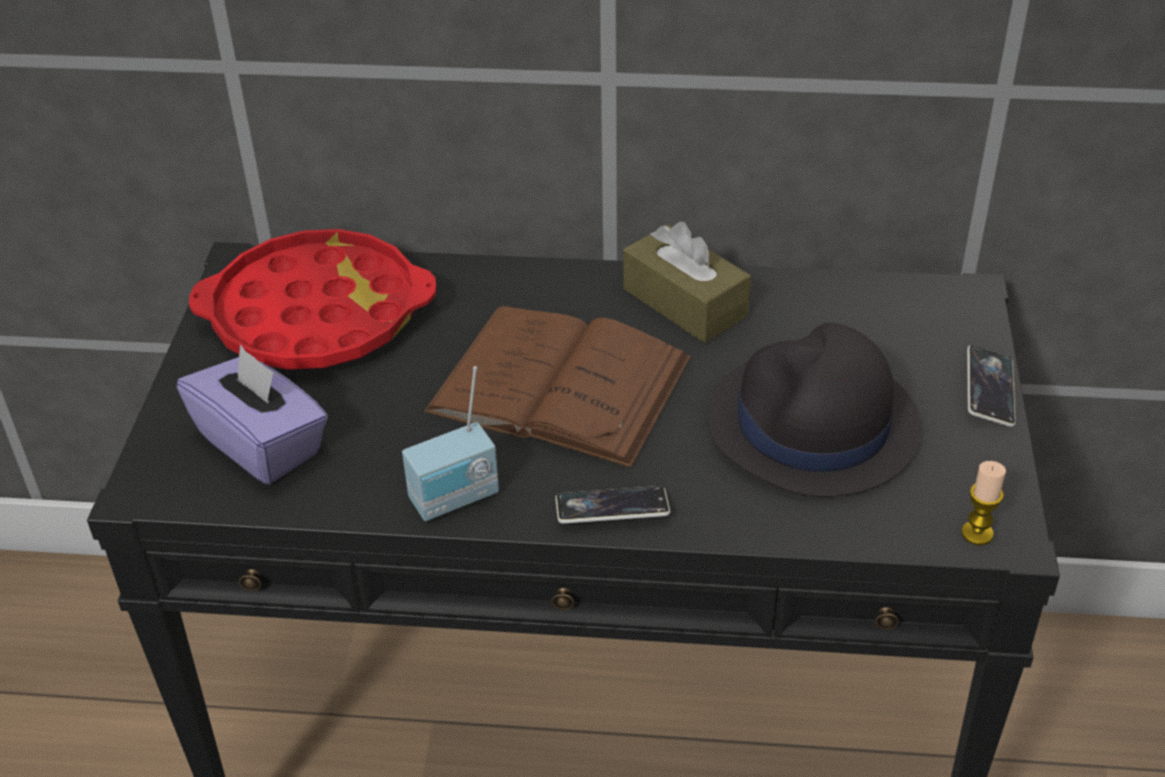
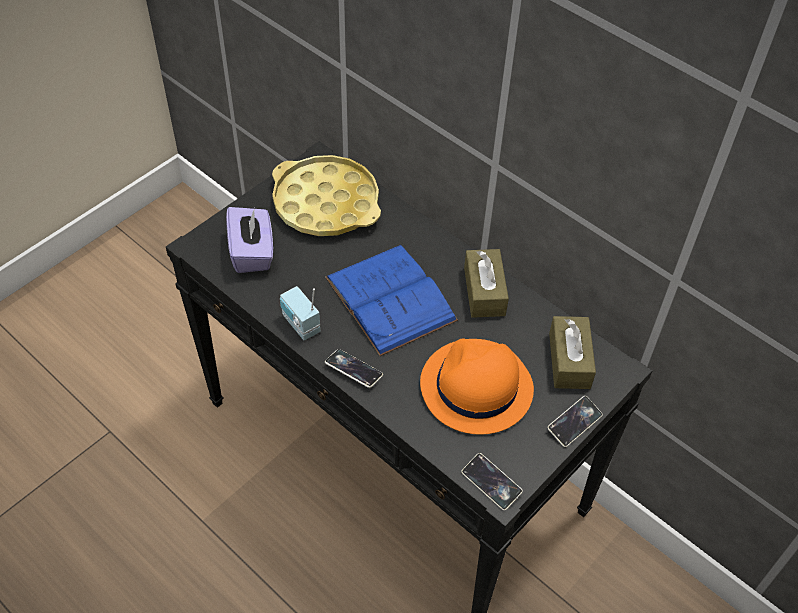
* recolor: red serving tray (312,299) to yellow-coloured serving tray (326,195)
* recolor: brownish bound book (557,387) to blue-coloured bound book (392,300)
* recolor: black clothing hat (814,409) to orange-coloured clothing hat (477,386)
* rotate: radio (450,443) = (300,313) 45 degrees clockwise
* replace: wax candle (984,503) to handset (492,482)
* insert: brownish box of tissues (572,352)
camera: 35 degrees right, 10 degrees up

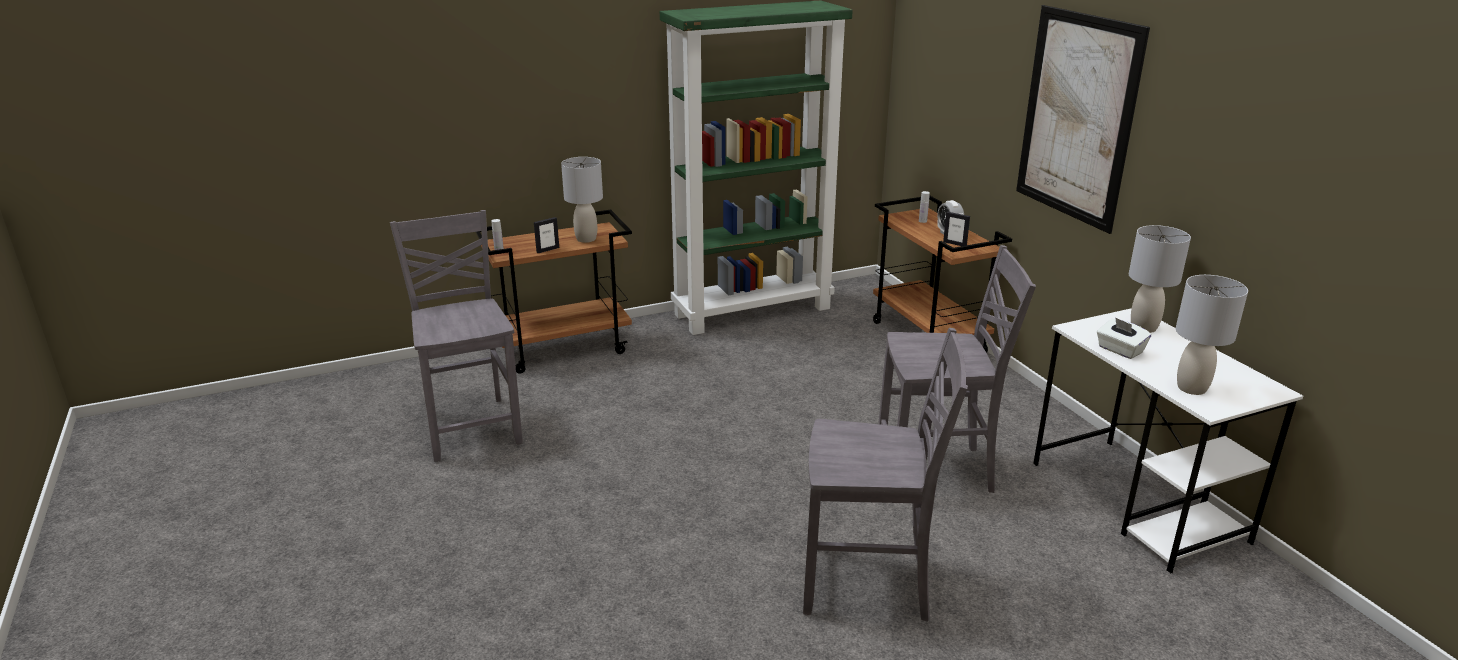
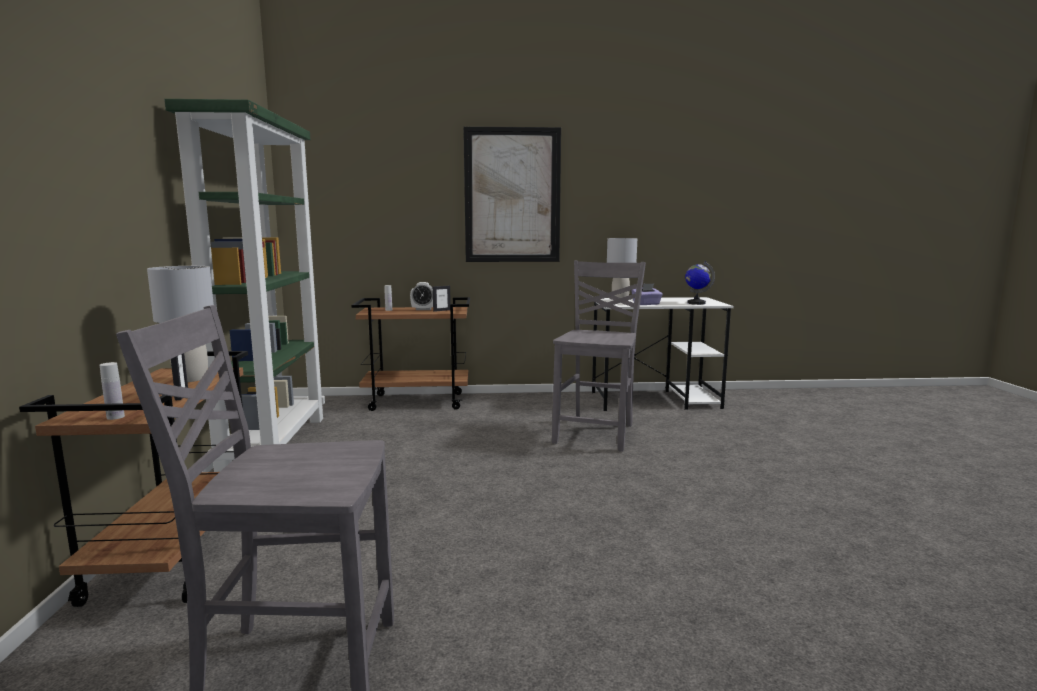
* replace: greyish tabletop lamp (1212,335) to world globe (700,283)
* recolor: white box of tissues (1124,338) to purple-coloured box of tissues (647,294)
* delete: greyish plain chair (885,474)
camera: 70 degrees left, 15 degrees down

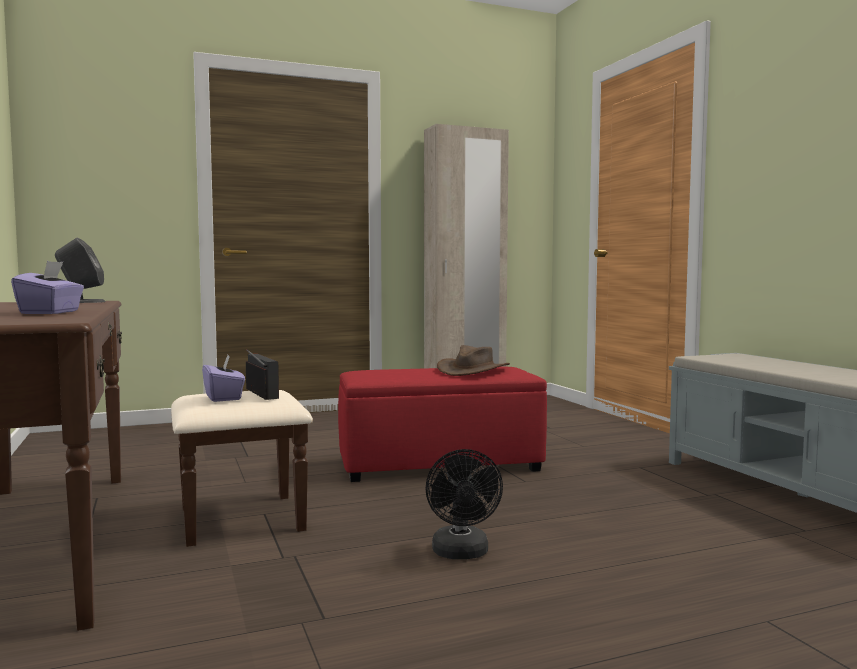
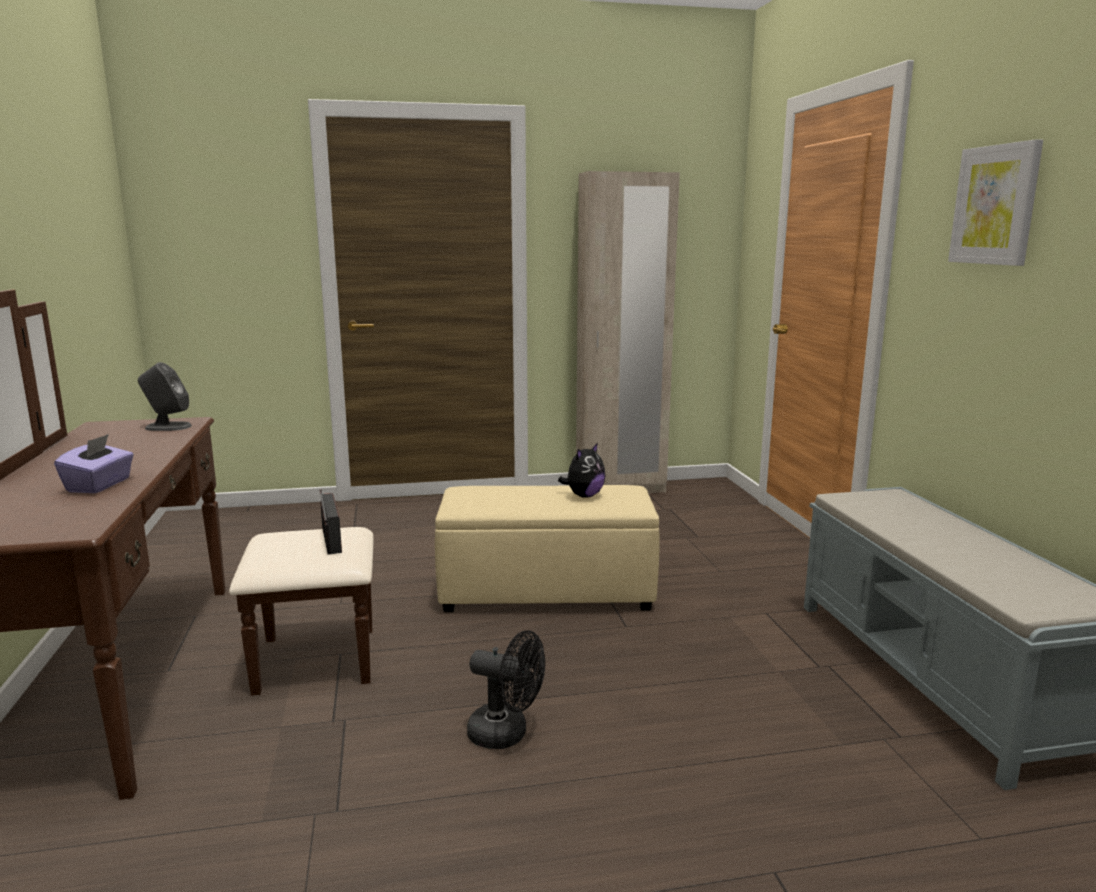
* replace: brownish clothing hat (473,360) to plush toy (581,470)
* delete: purple-coloured box of tissues (223,378)
* recolor: red pouffe (442,424) to sand-coloured pouffe (547,548)
* rotate: black fan (464,504) = (506,690) 75 degrees counterclockwise
* insert: wall picture (995,202)
camera: 10 degrees right, 10 degrees up

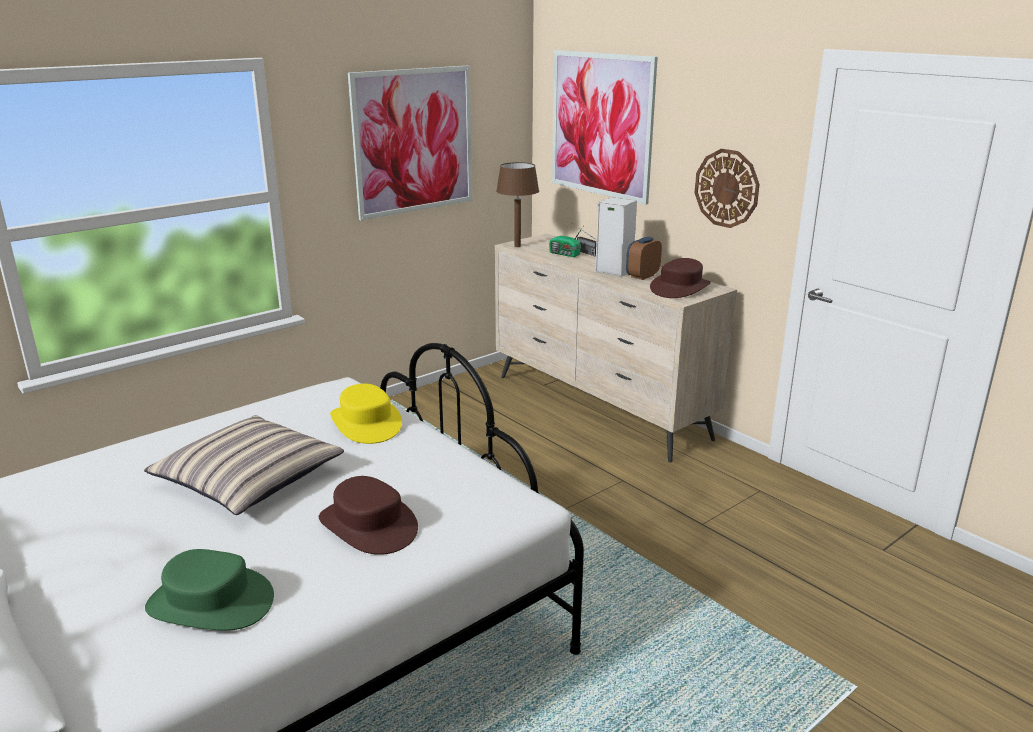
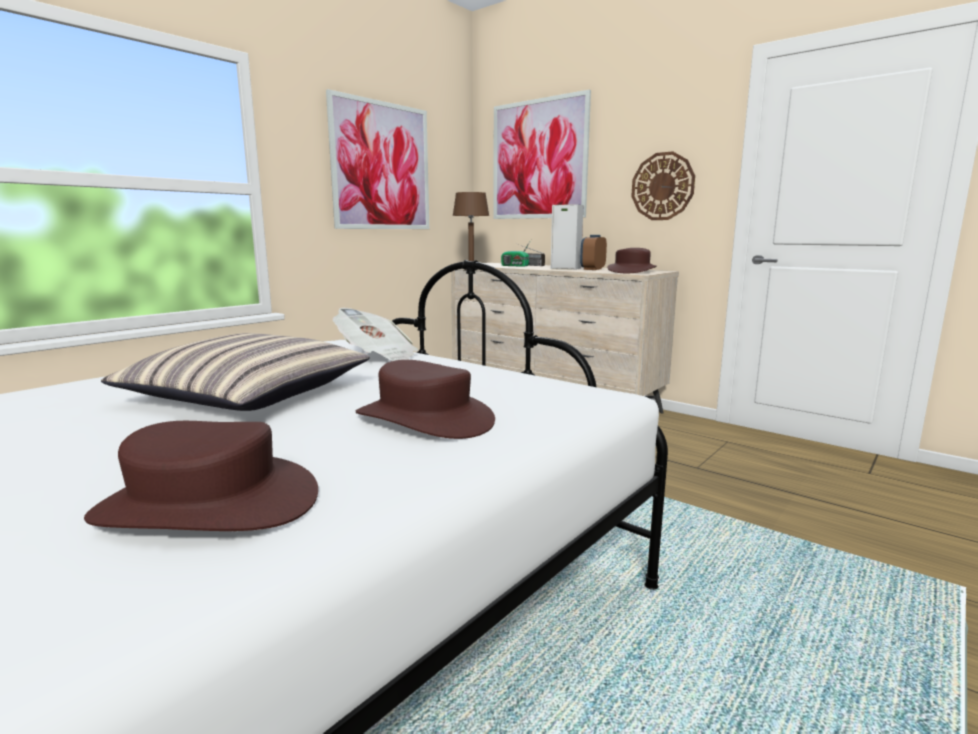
* replace: yellow-coloured clothing hat (366,414) to newspaper (375,334)
* recolor: green clothing hat (209,590) to brownish clothing hat (201,476)
camera: 10 degrees left, 10 degrees down

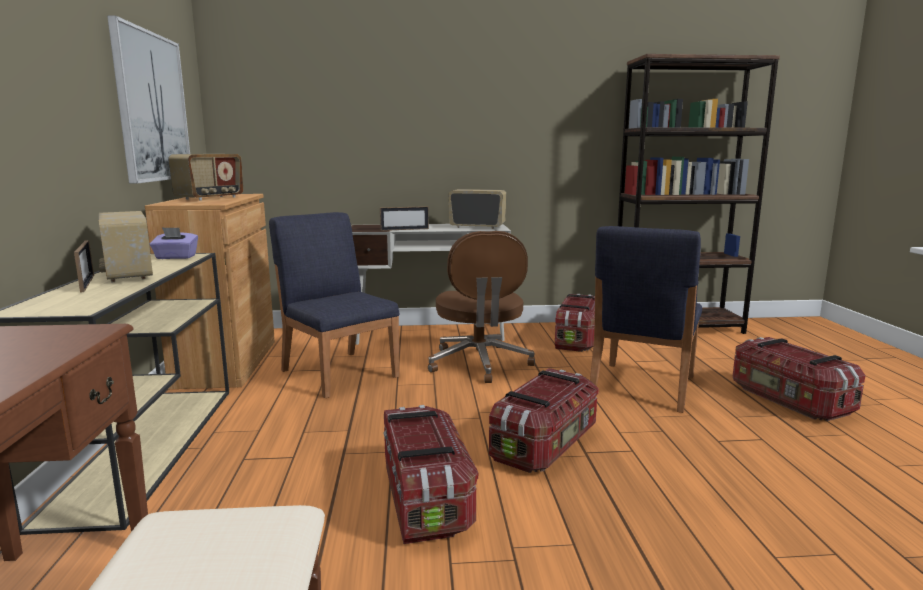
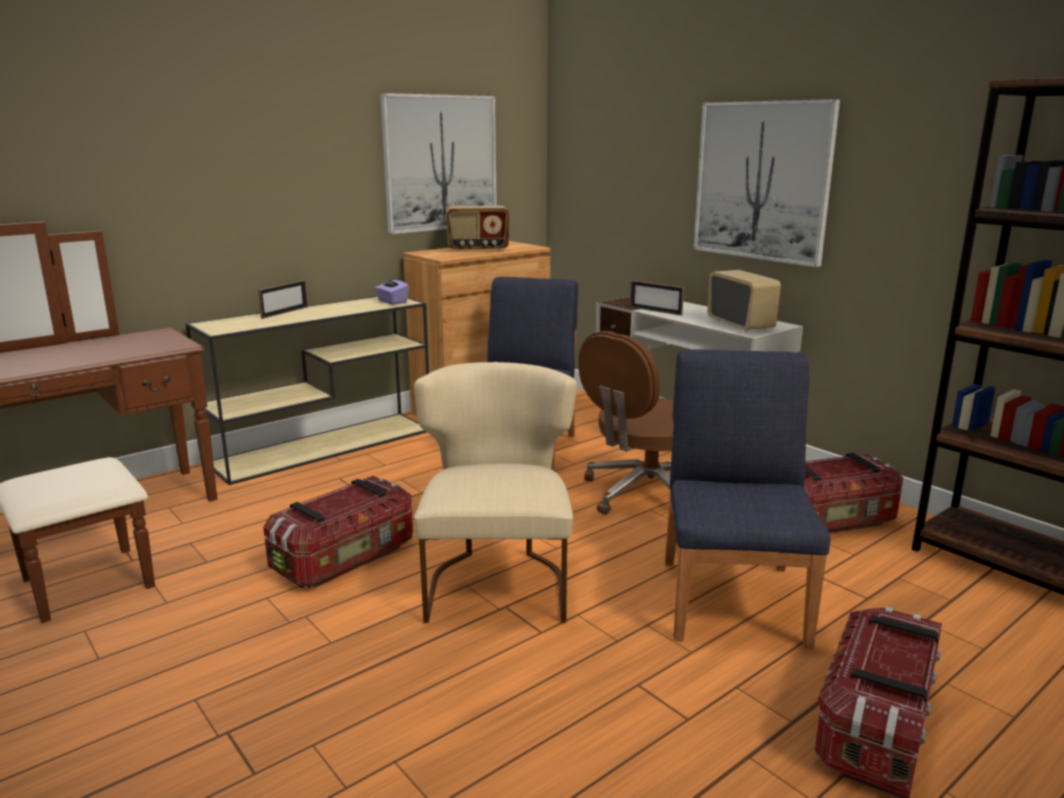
* delete: radio (126,246)
* rotate: blue-coloured plain chair (646,319) = (747,498) 105 degrees clockwise
* replace: storage box (544,420) to sand-coloured plain chair (495,492)
* insert: wall picture (767,183)
camera: 55 degrees right, 5 degrees up

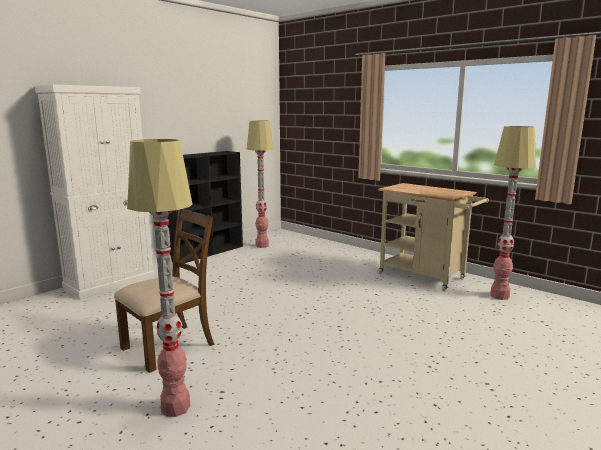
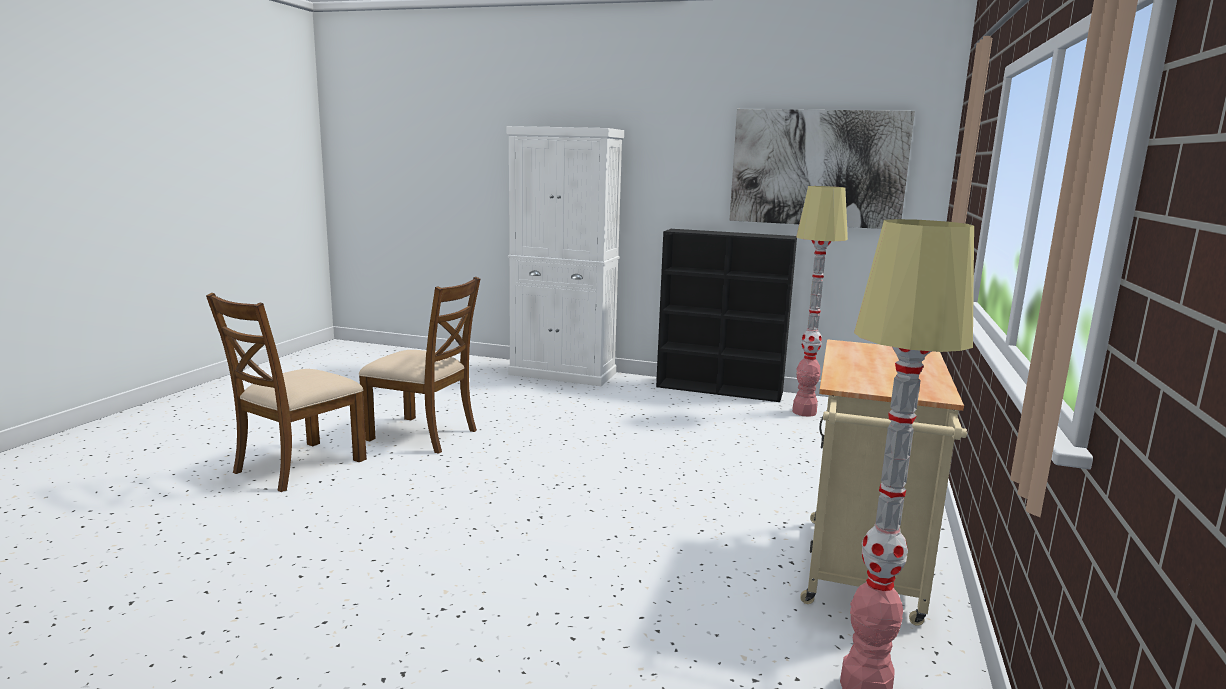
* replace: standard lamp (160,278) to brownish plain chair (286,392)
* insert: wall picture (822,169)
camera: 65 degrees right, 0 degrees up

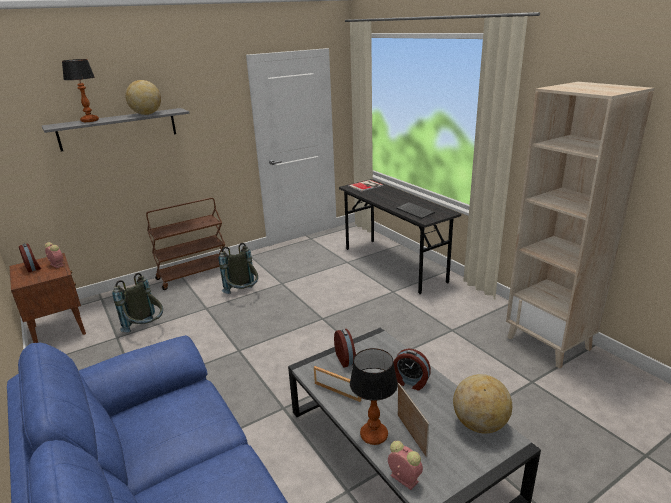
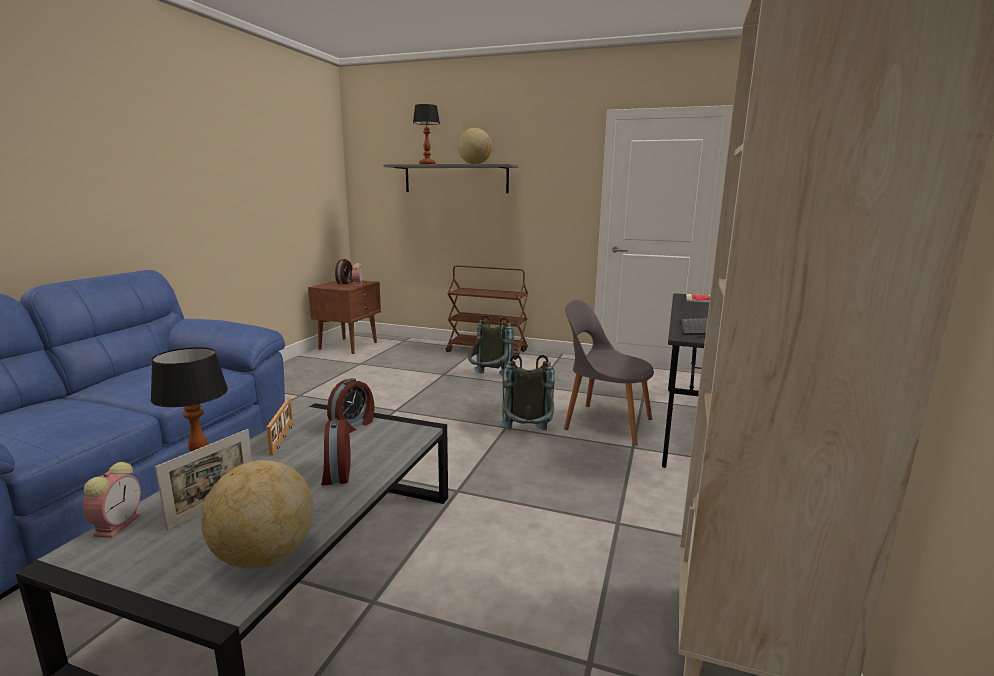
* move: greyish backpack (137,302) to (527,392)
* insert: greyish plain chair (609,372)
camera: 50 degrees right, 10 degrees down

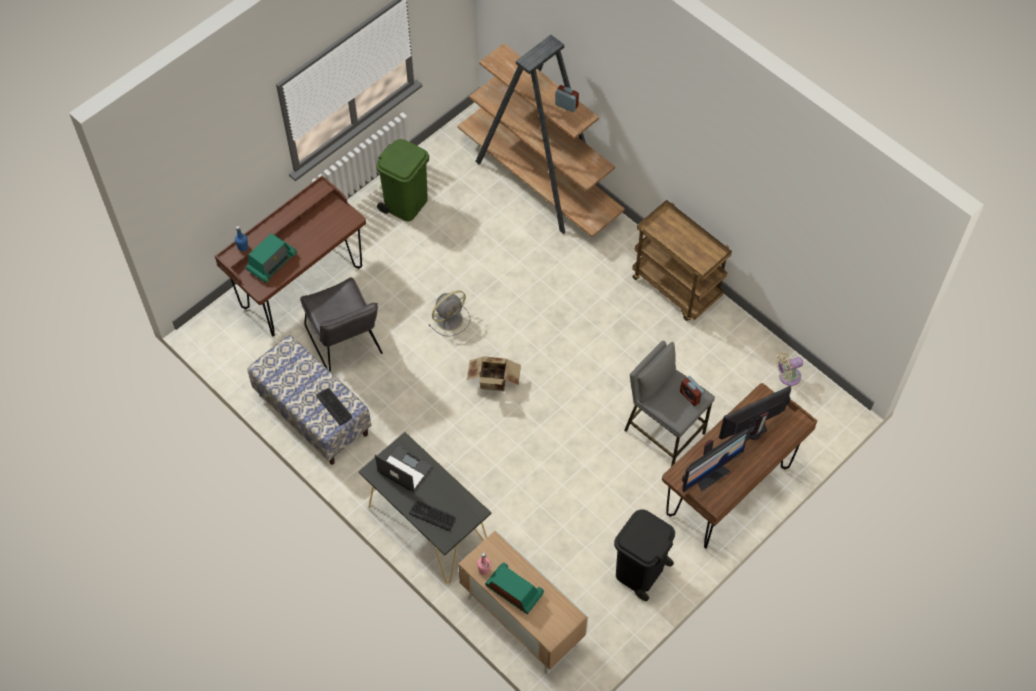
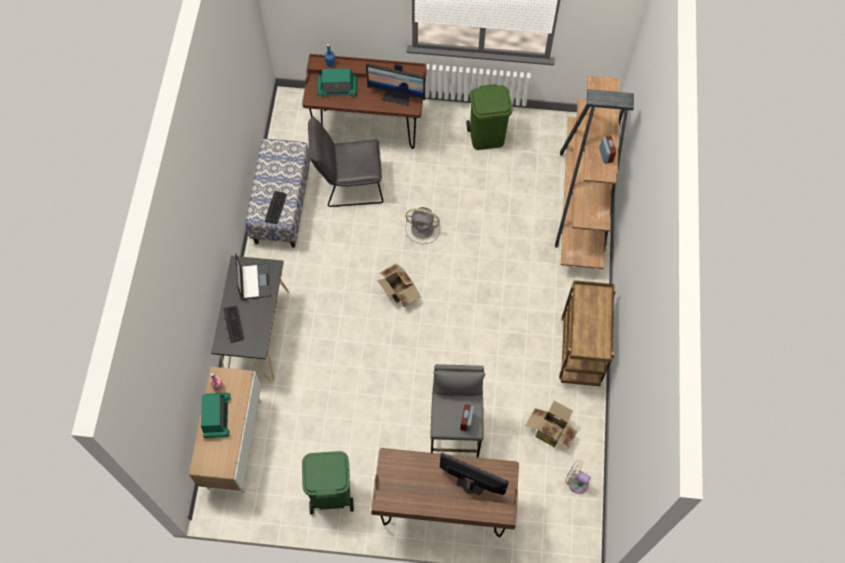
* rotate: greyish plain chair (341,324) = (345,161) 60 degrees clockwise
* move: computer display (715,460) to (395,84)
* recolor: black waste bin (644,555) to green waste bin (328,482)
* insert: packing box (551,425)
camera: 50 degrees right, 5 degrees up

